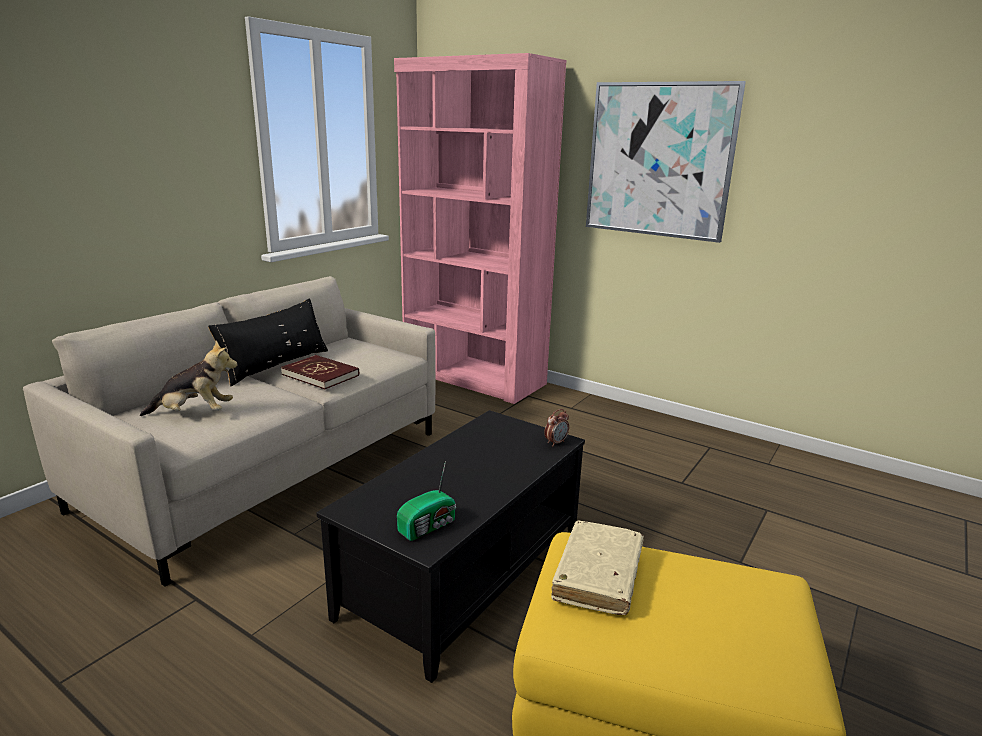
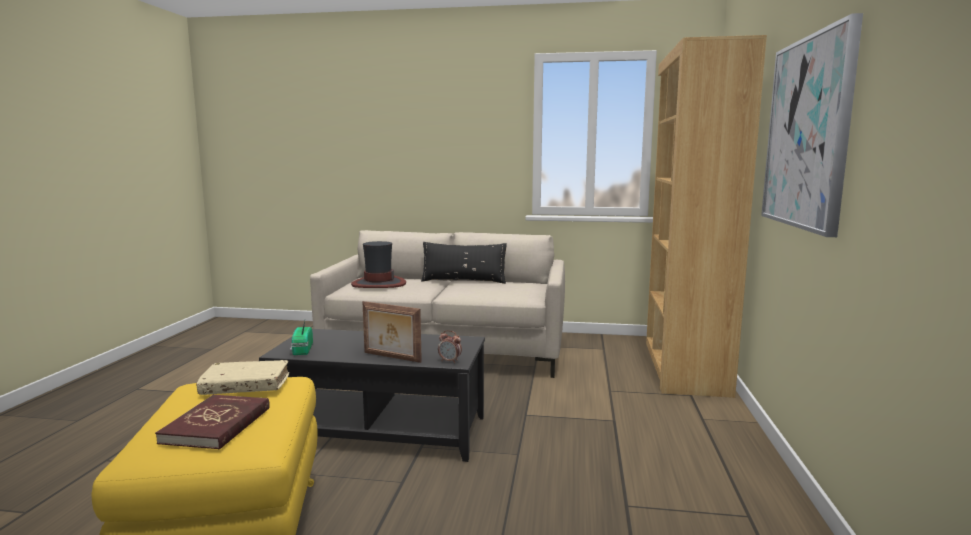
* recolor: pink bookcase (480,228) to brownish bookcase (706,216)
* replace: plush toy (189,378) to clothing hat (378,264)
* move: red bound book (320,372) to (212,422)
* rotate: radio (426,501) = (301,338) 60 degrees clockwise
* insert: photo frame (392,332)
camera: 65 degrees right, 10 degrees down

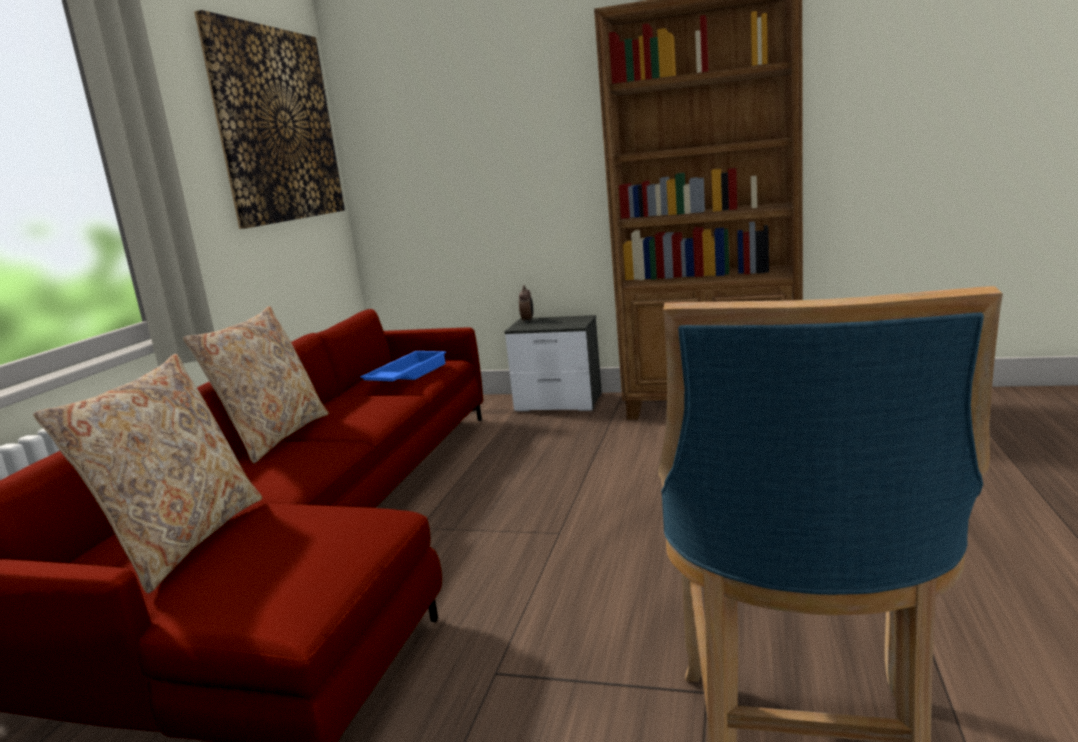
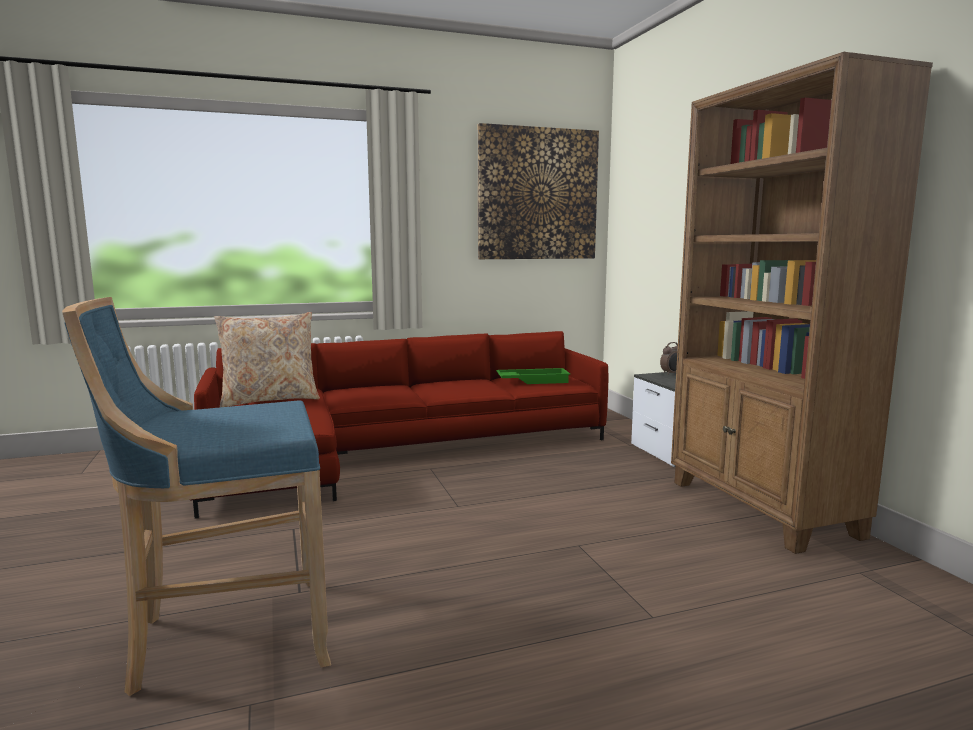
* delete: sand-coloured throw pillow (256,384)
* recolor: blue-coloured serving tray (403,366) to green serving tray (533,376)
camera: 55 degrees right, 5 degrees down

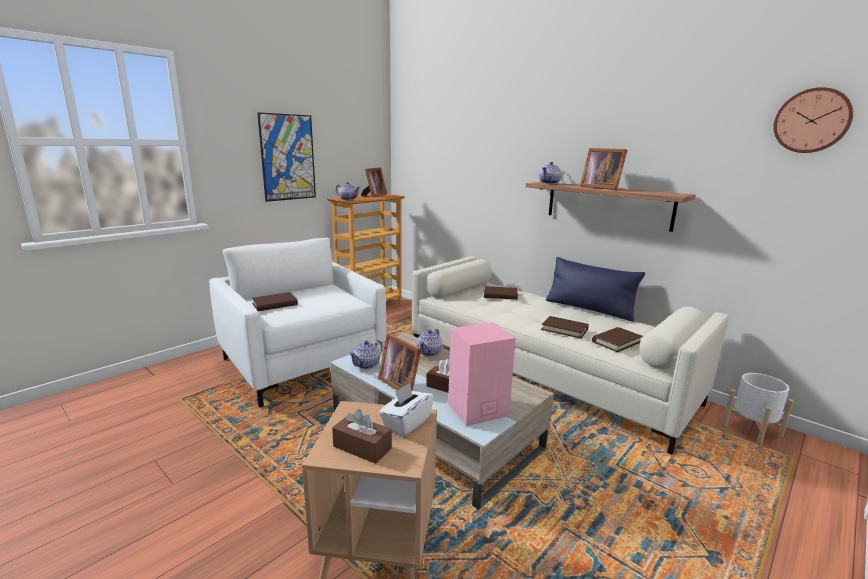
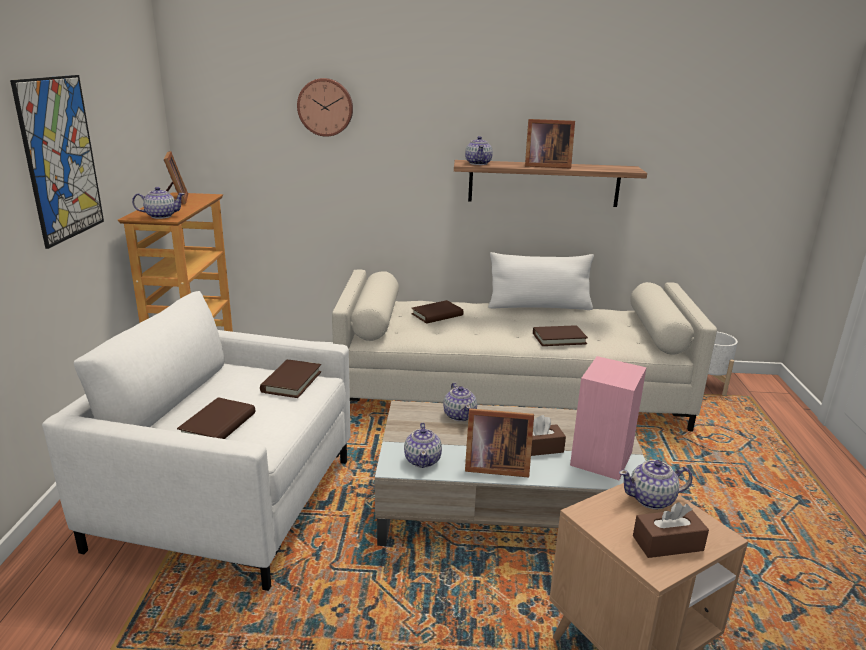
* move: clock on the wall (813,120) to (325,107)
* recolor: blue-coloured throw pillow (595,289) to white throw pillow (541,281)
* move: brownish bound book (617,339) to (290,379)
* replace: white box of tissues (406,410) to tea pot (656,484)
camera: 40 degrees left, 5 degrees up

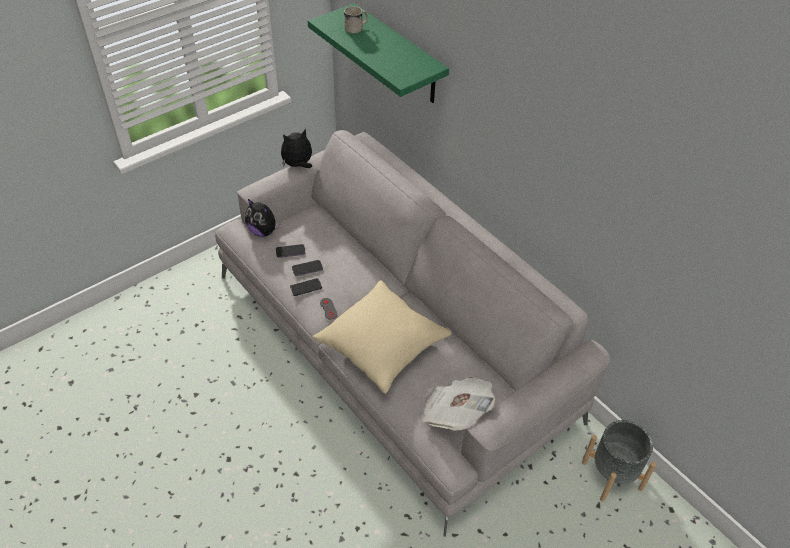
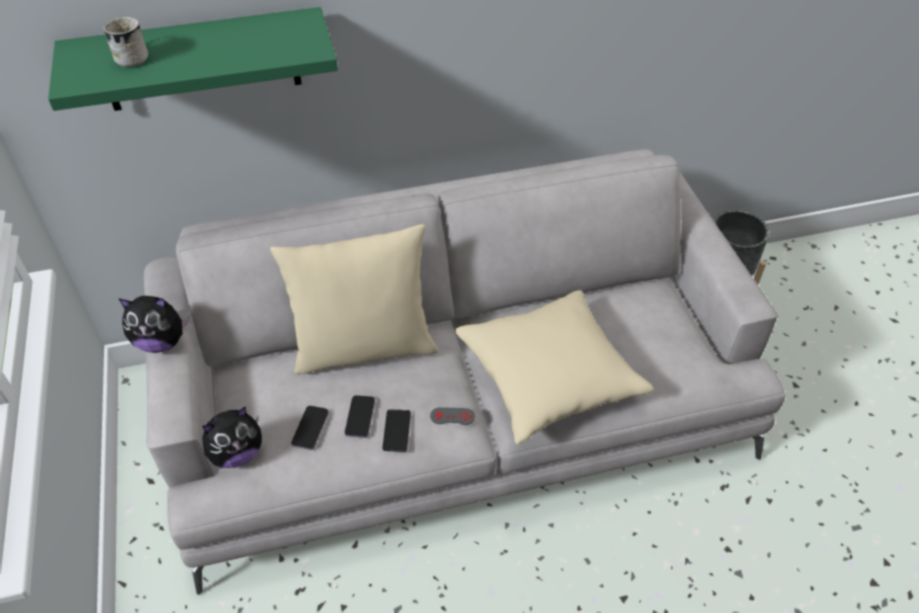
* rotate: plush toy (296,148) = (155,324) 90 degrees counterclockwise
* delete: newspaper (458,404)
* insert: sand-coloured throw pillow (354,299)
camera: 65 degrees left, 0 degrees up

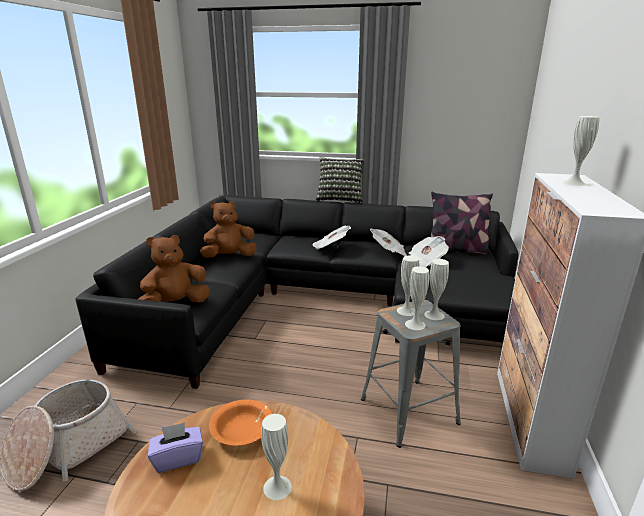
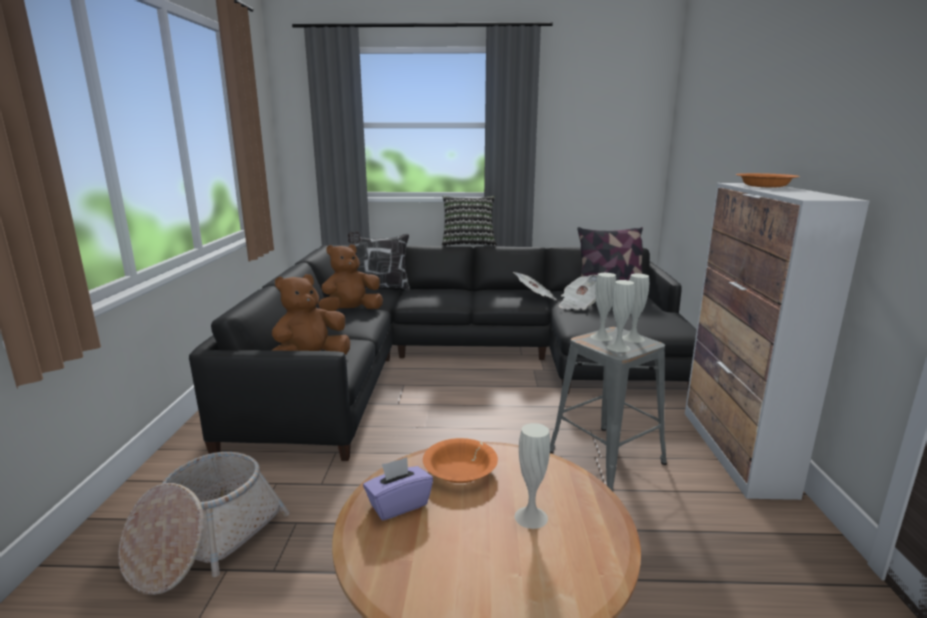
* replace: white decorative vase (581,151) to orange-coloured deep dish (768,180)
* delete: newspaper (331,238)
* insert: throw pillow (379,260)
camera: 10 degrees left, 5 degrees down

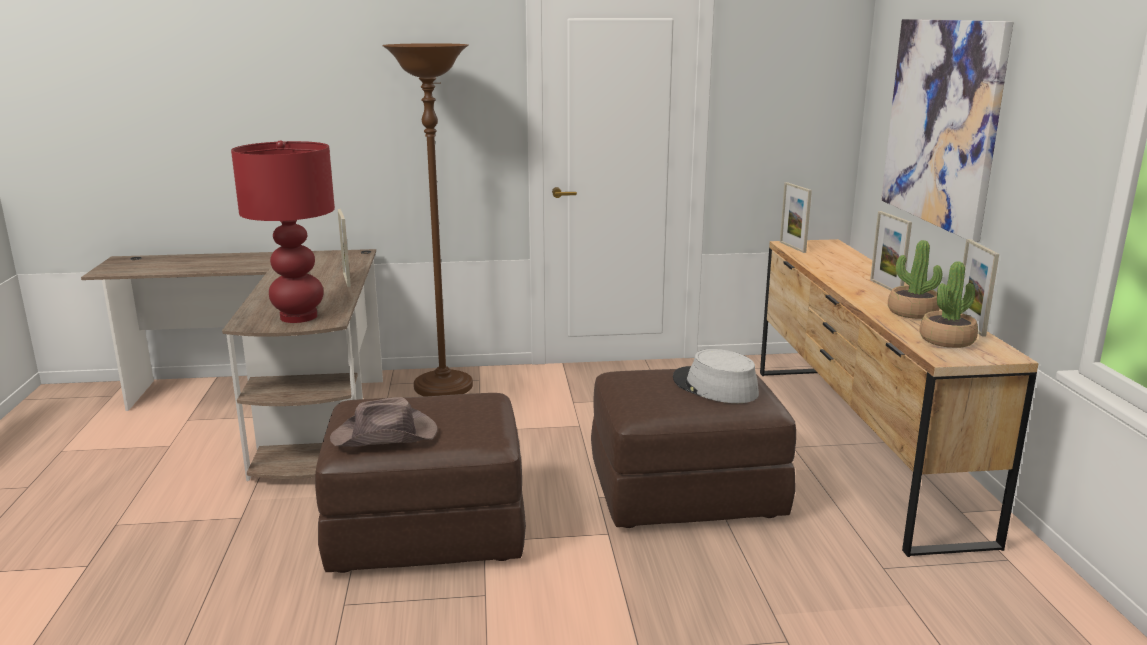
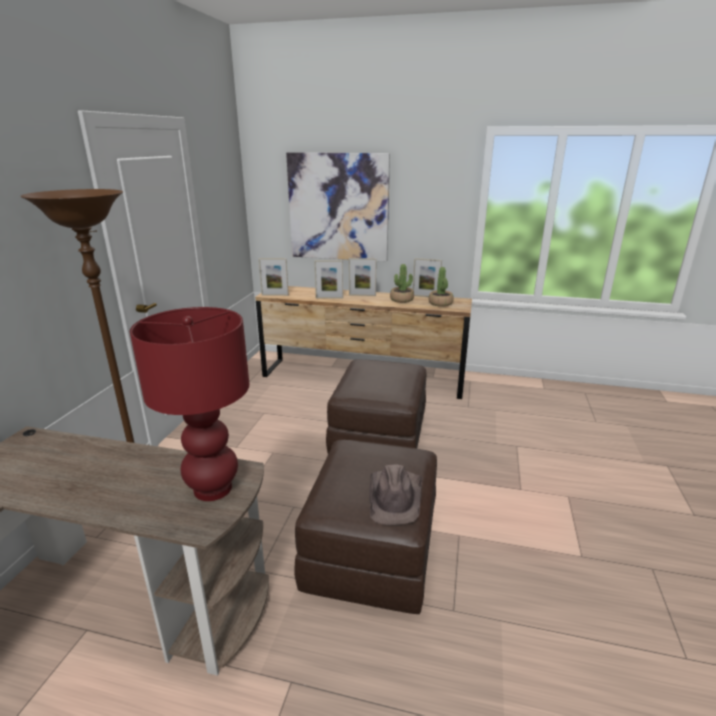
* move: photo frame (344,248) to (328,279)
* delete: greyish clothing hat (716,376)
camera: 70 degrees left, 5 degrees up

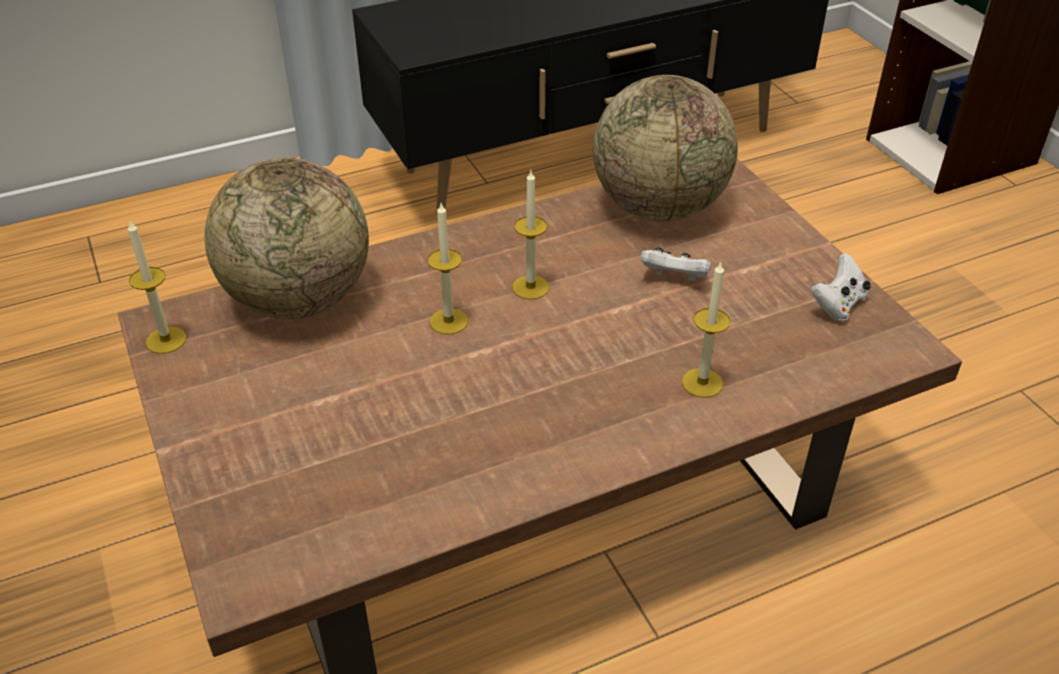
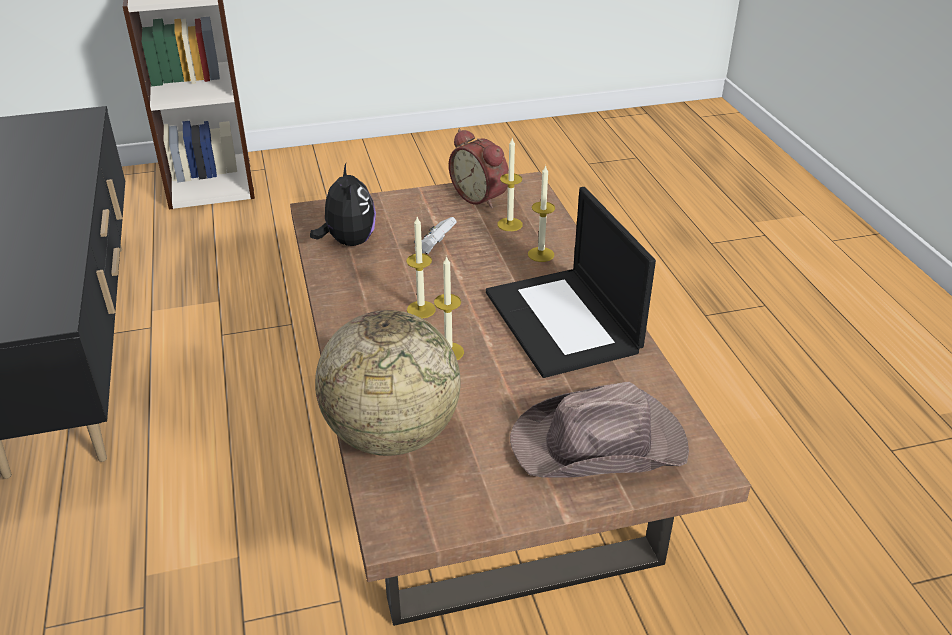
* replace: world globe (665,148) to plush toy (343,204)
* move: wax candle (157,287) to (510,185)
* replace: white joypad (841,287) to bedside clock (479,168)
* insert: notebook computer (571,282)
* insert: brownish clothing hat (599,429)
camera: 80 degrees left, 5 degrees down

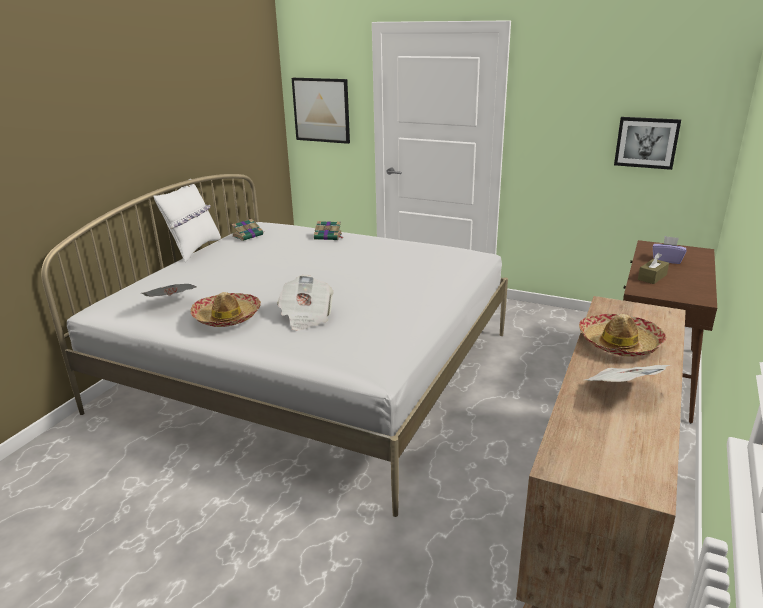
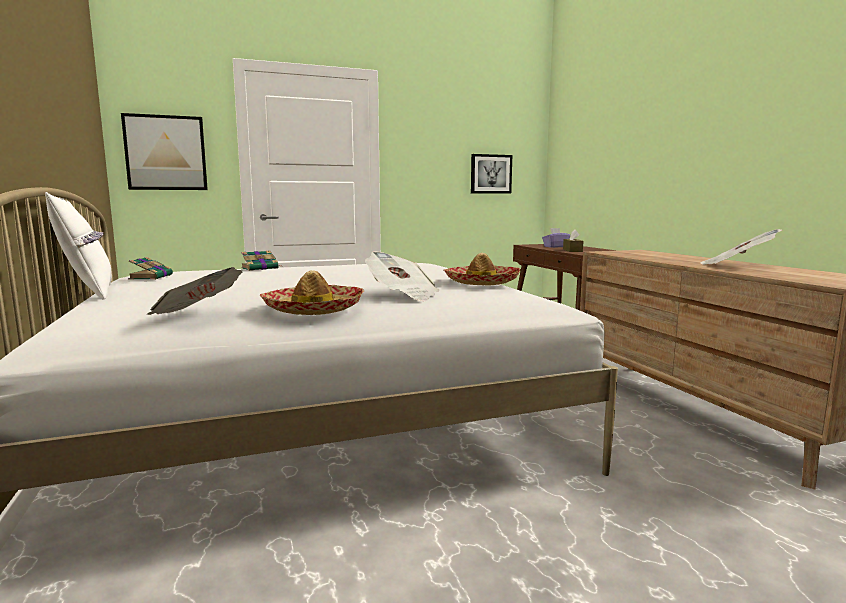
* move: clothing hat (622,335) to (482,269)
camera: 45 degrees left, 15 degrees down

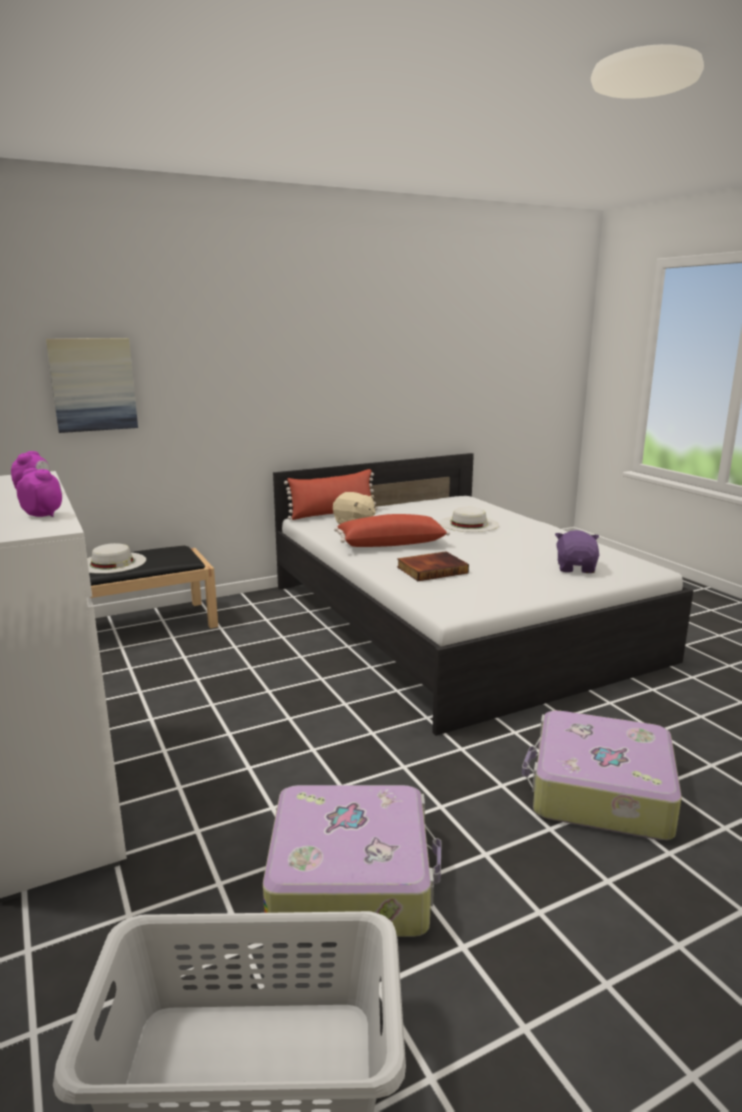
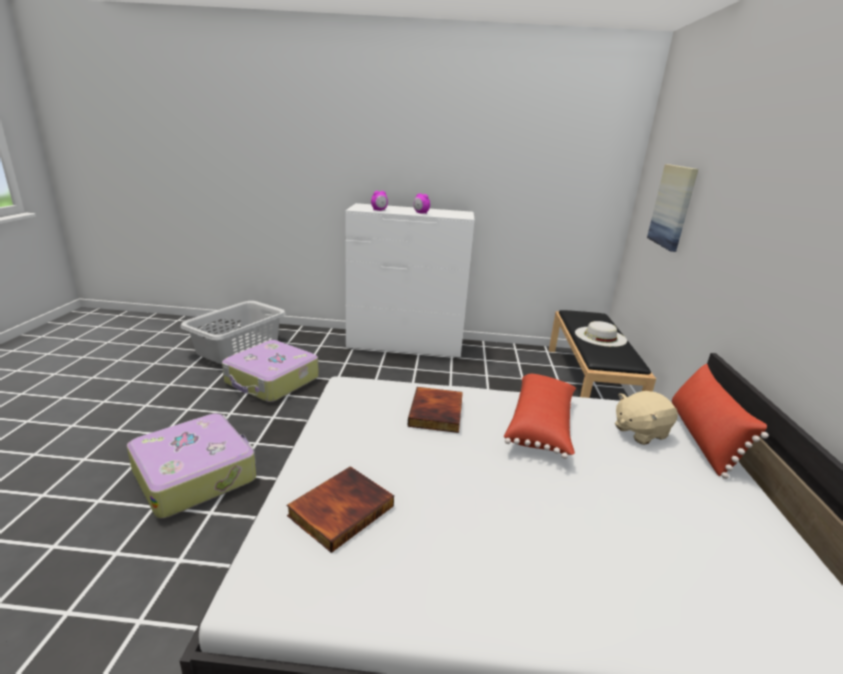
* delete: white clothing hat (469,519)
* replace: purple-coloured plush toy (577,551) to bound book (340,509)
camera: 120 degrees right, 5 degrees up

